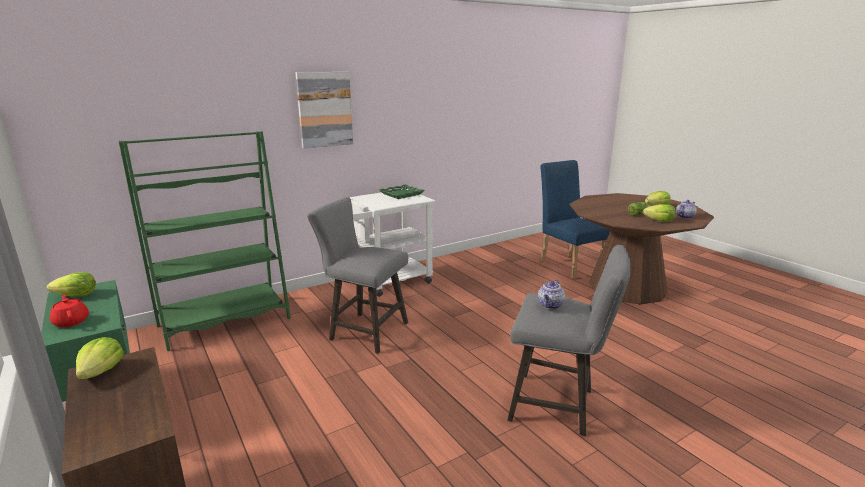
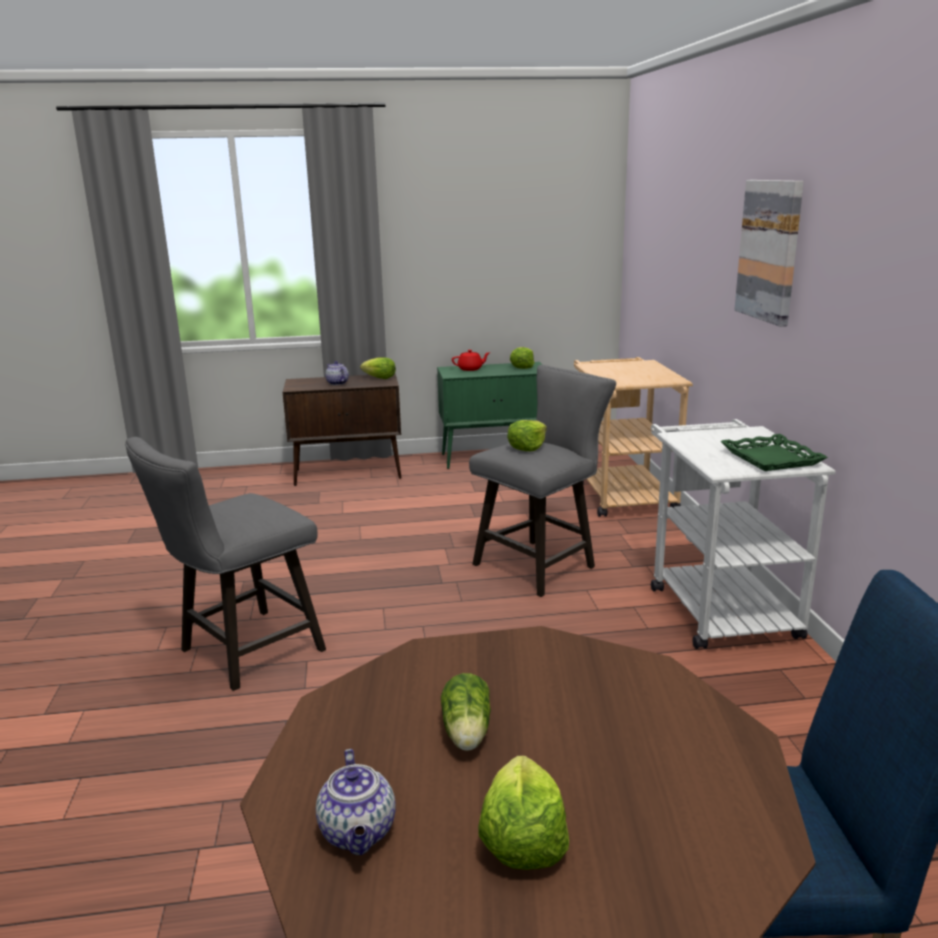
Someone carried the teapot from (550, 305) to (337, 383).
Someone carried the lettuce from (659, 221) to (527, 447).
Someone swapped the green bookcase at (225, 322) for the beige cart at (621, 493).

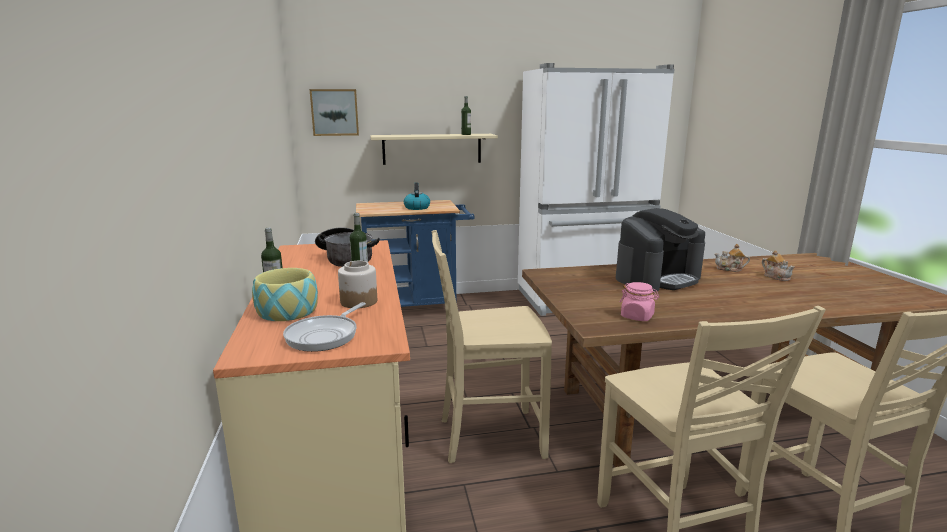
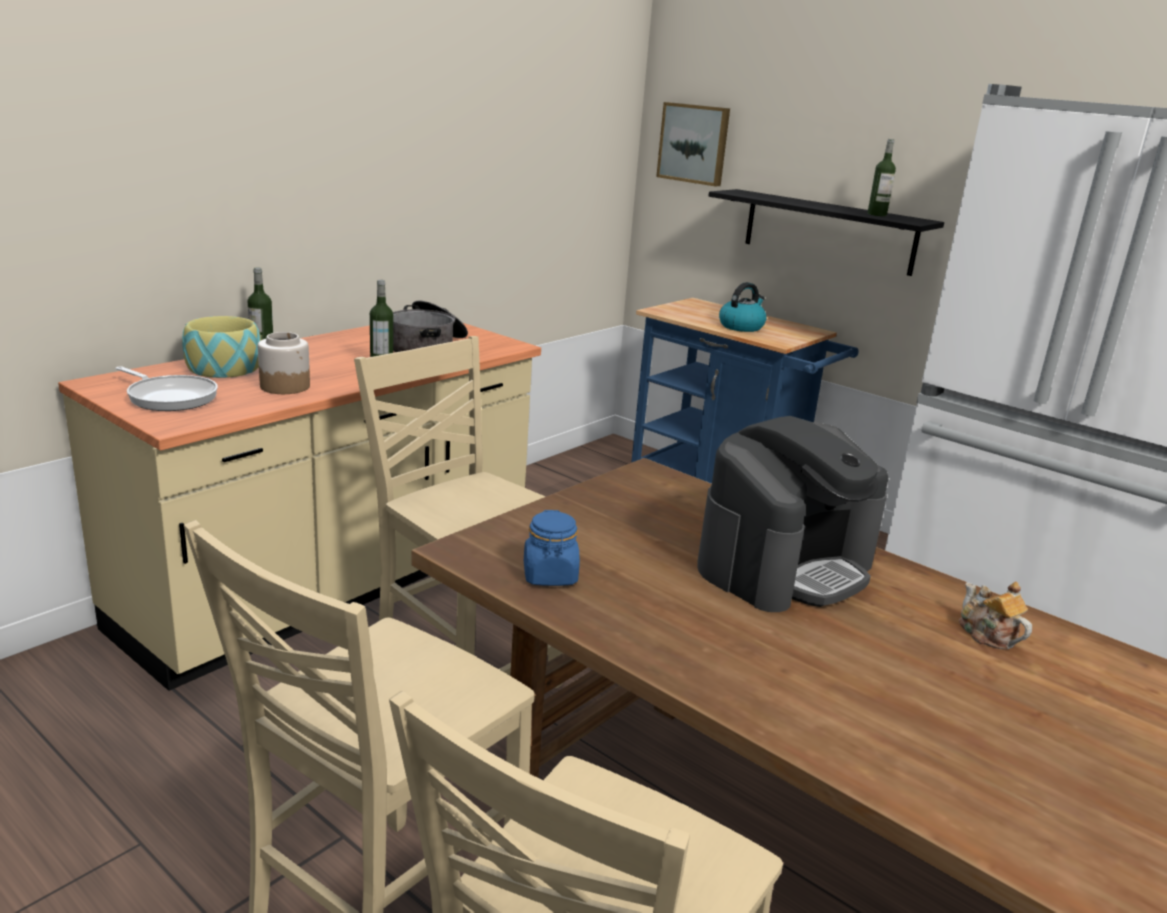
Someone rotated the frying pan at (325, 336) by 135 degrees counterclockwise.
Someone repainted the pink jar at (637, 316), which became the blue jar at (550, 576).
Someone rotated the coffee machine at (657, 278) by 60 degrees counterclockwise.
Someone repainted the beige shelf at (432, 149), which became the black shelf at (828, 231).
Someone took away the teapot at (776, 277).

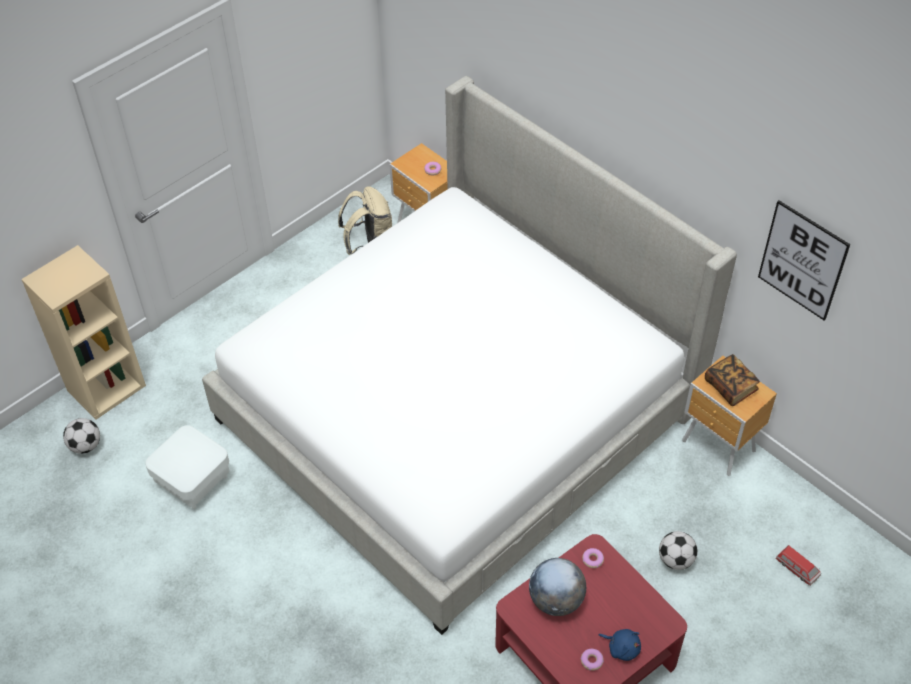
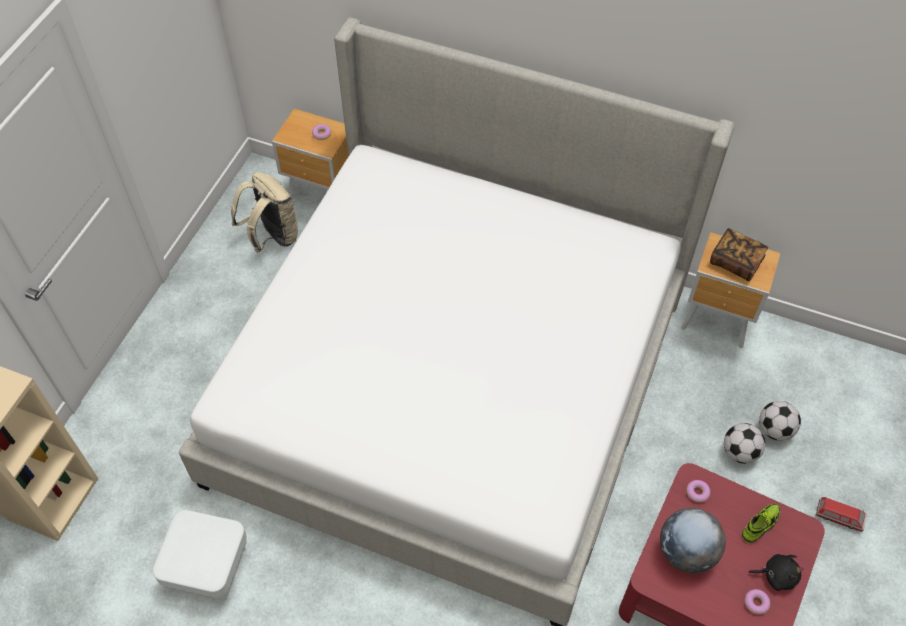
Someone put down the shoe at (759, 525).
Someone repainted the blue plush toy at (622, 648), which became the black plush toy at (776, 575).
Someone carried the football from (85, 445) to (774, 429).
Someone carried the toy car from (797, 569) to (839, 517).
Someone took away the picture at (802, 260).

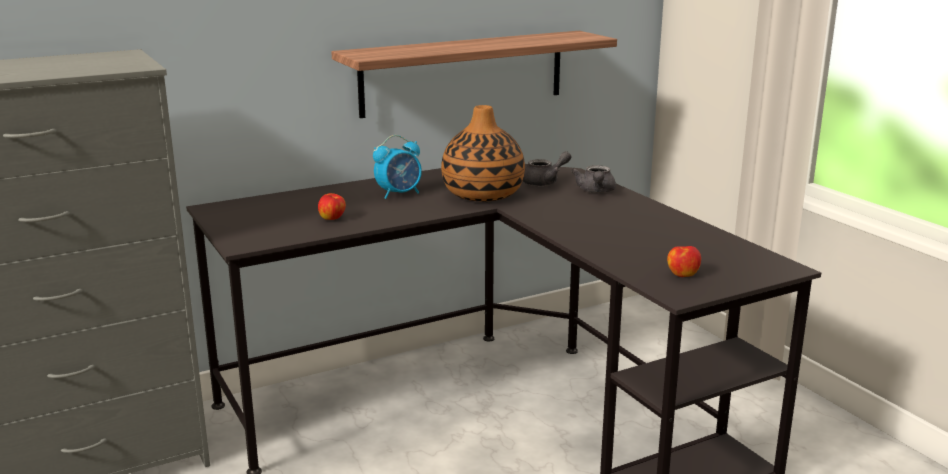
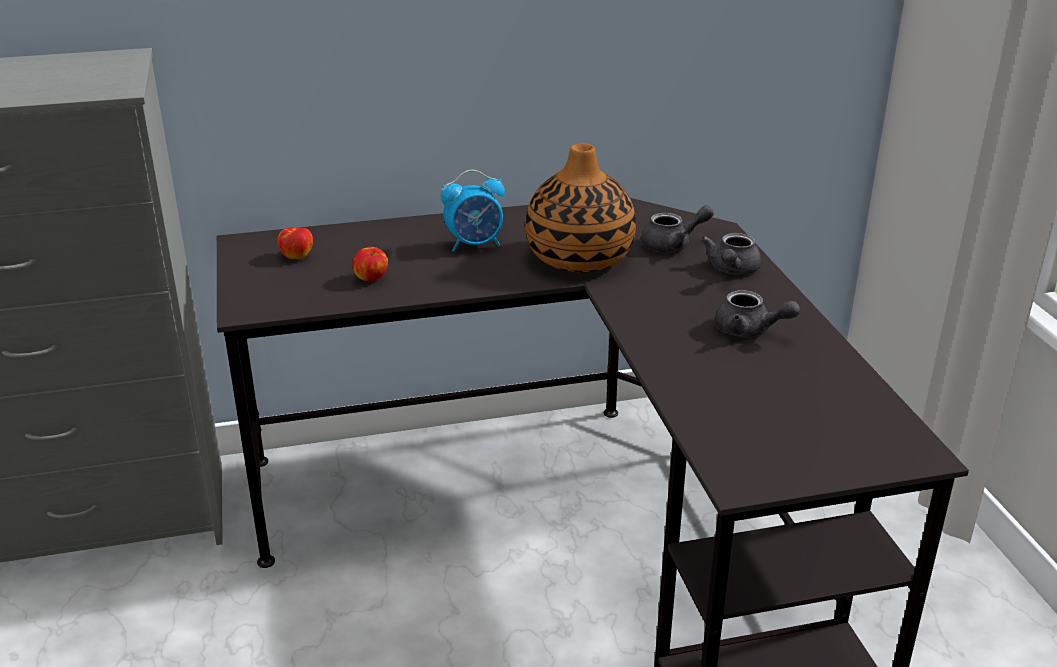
Someone carried the apple from (682, 274) to (297, 256).
Someone put down the grey teapot at (749, 331).
Someone took away the shelf at (463, 73).

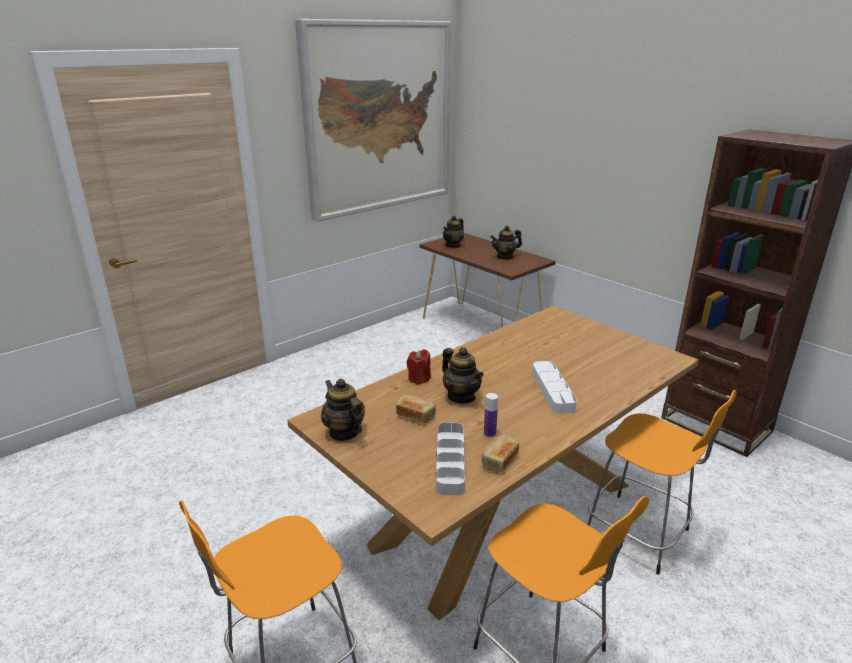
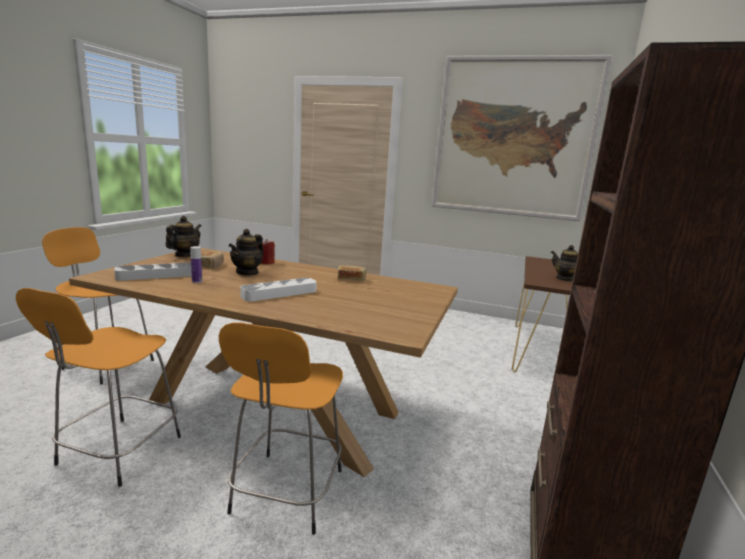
Someone carried the bread from (498, 461) to (351, 279).
Someone took away the teapot at (453, 245).

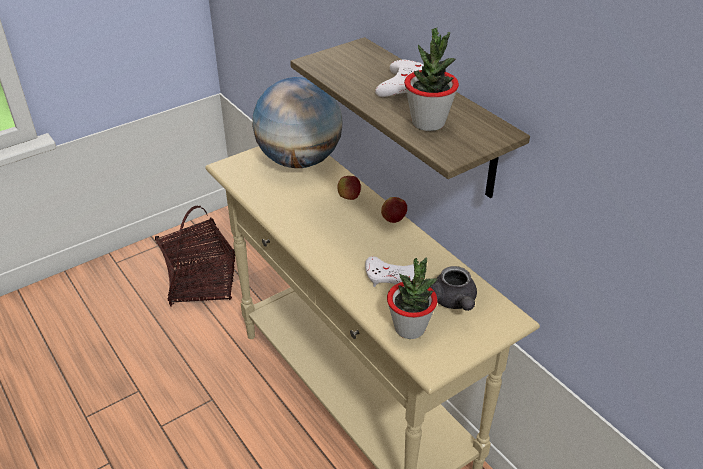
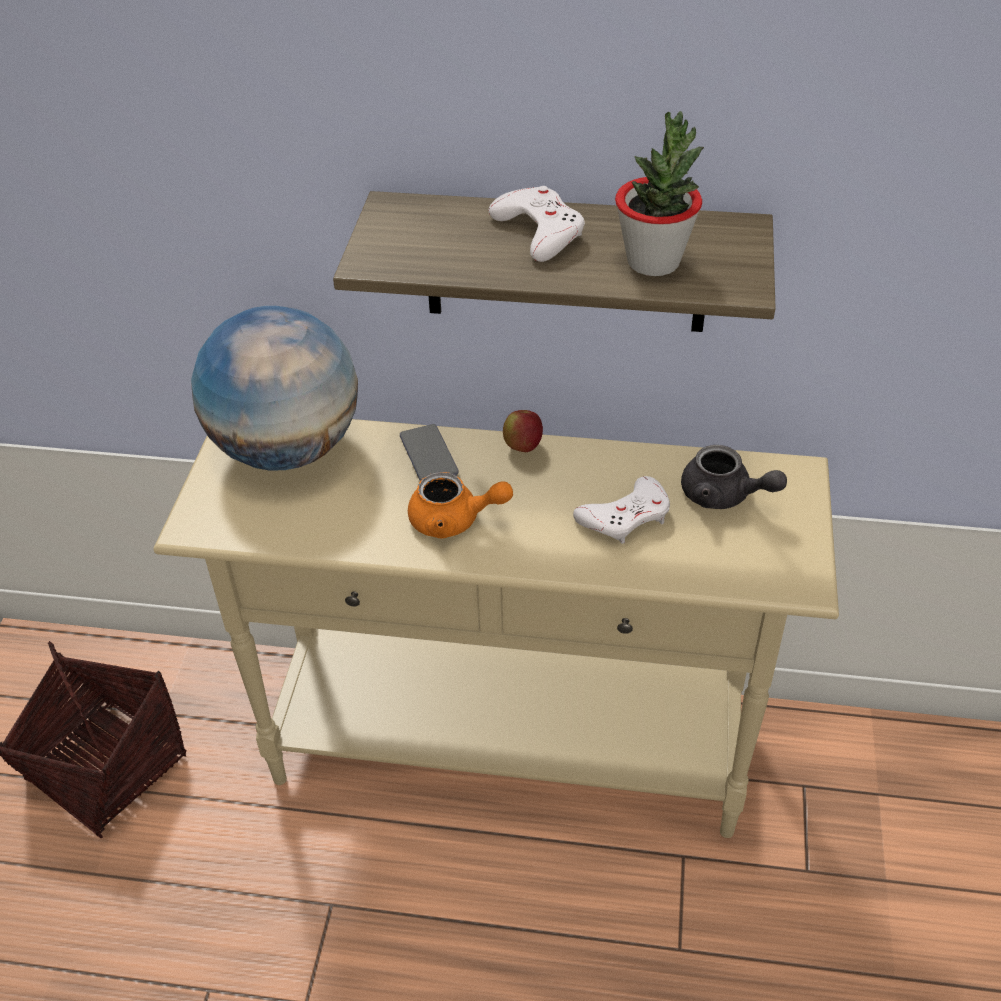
Someone swapped the apple at (349, 197) for the phone at (428, 455).
Someone put down the orange teapot at (454, 520).
Someone took away the potted plant at (410, 328).

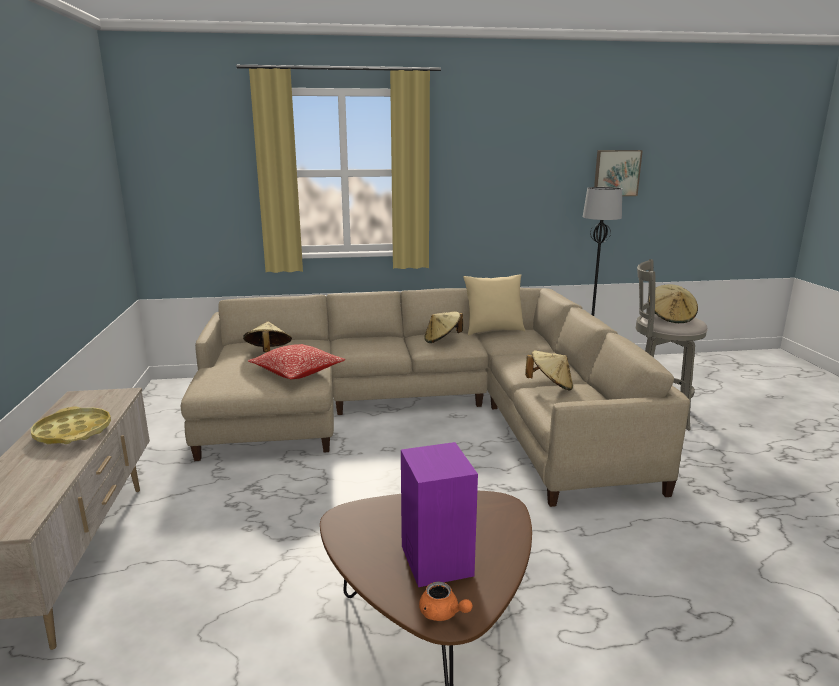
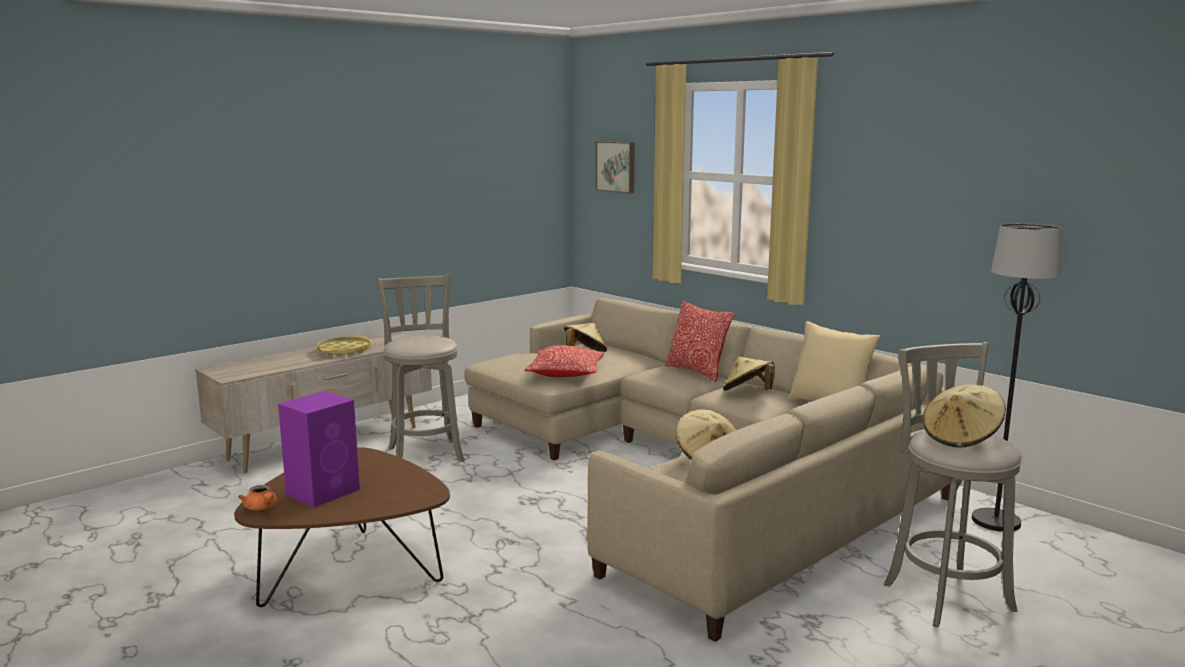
Someone rotated the orange teapot at (442, 613) by 45 degrees counterclockwise.
Someone put down the grey stool at (425, 453).
Someone carried the picture from (616, 173) to (616, 166).
Someone put down the pillow at (696, 371).

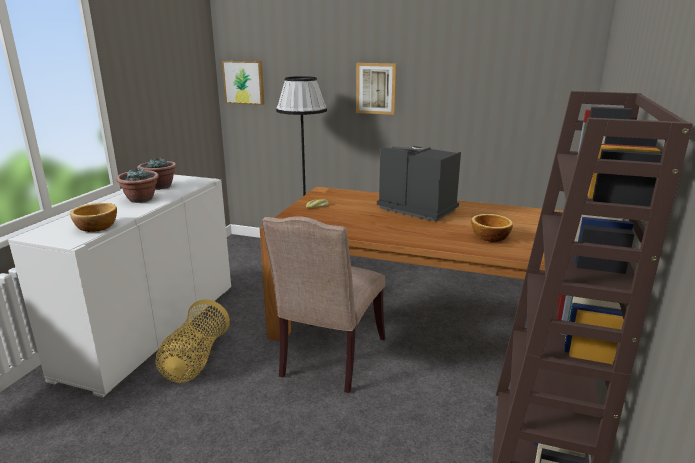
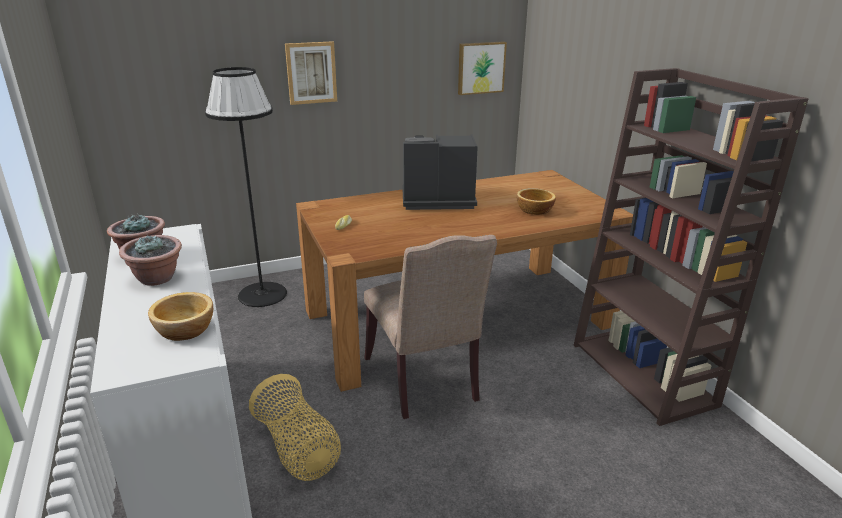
Someone carried the picture from (244, 82) to (480, 67).

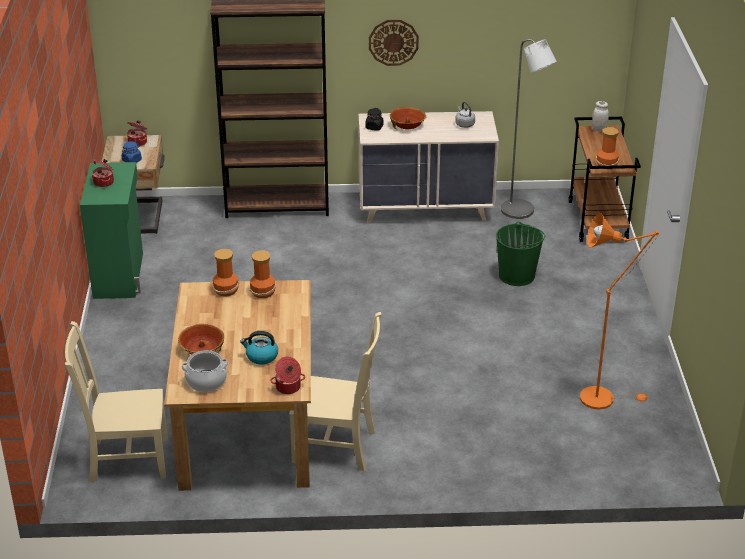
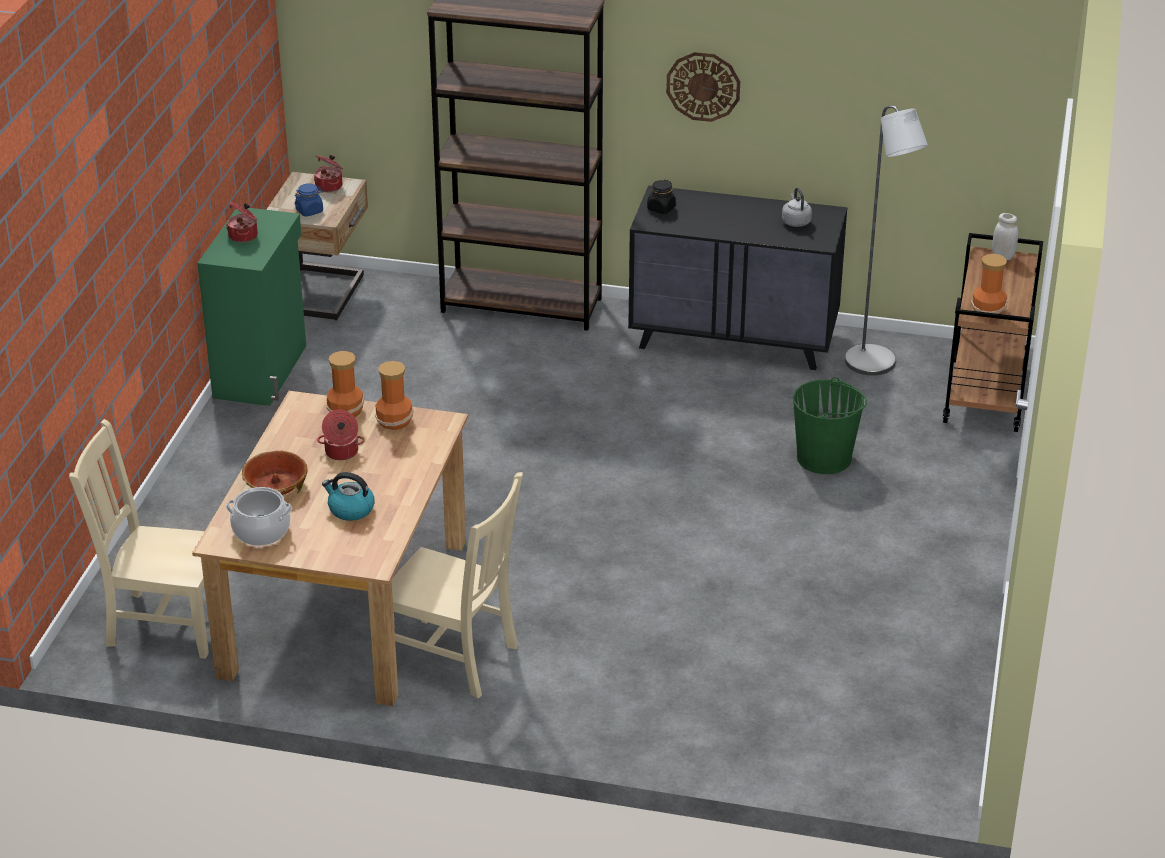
Someone carried the cooking pot from (288, 387) to (341, 452).
Someone repainted the beige dresser at (426, 208), which became the black dresser at (734, 339).
Someone took away the bowl at (407, 125).
Someone took away the orange floor lamp at (603, 397).

